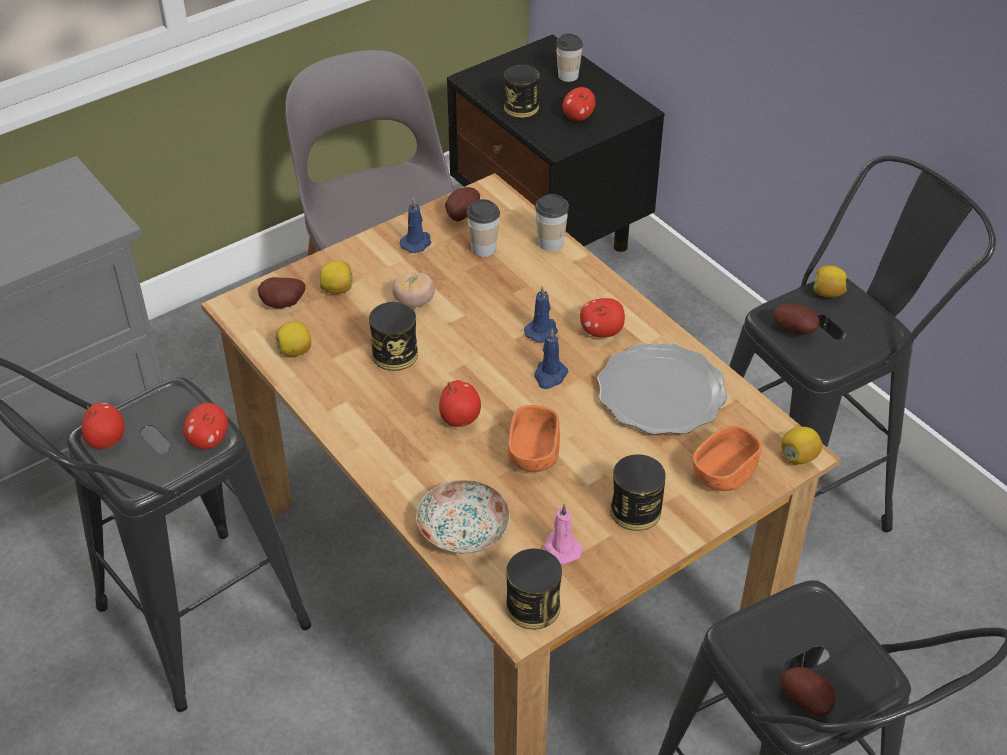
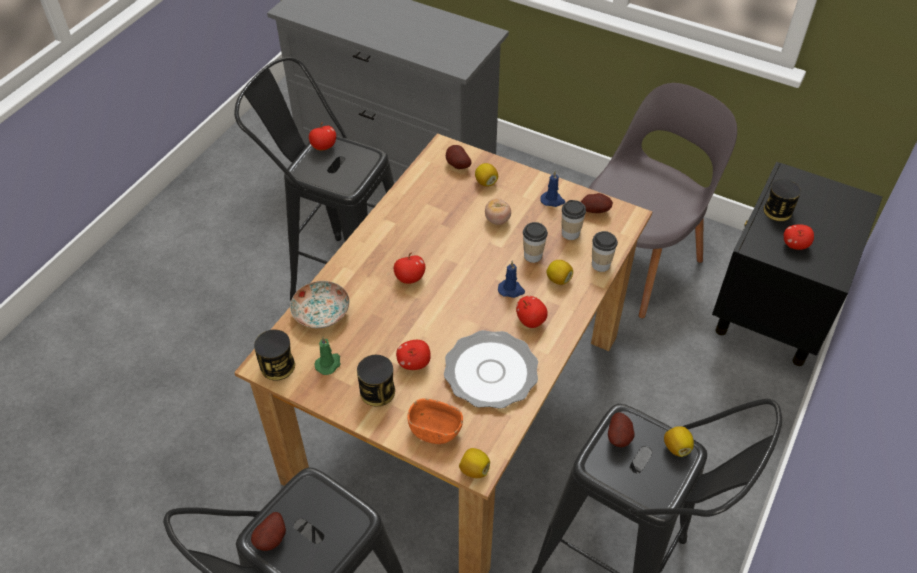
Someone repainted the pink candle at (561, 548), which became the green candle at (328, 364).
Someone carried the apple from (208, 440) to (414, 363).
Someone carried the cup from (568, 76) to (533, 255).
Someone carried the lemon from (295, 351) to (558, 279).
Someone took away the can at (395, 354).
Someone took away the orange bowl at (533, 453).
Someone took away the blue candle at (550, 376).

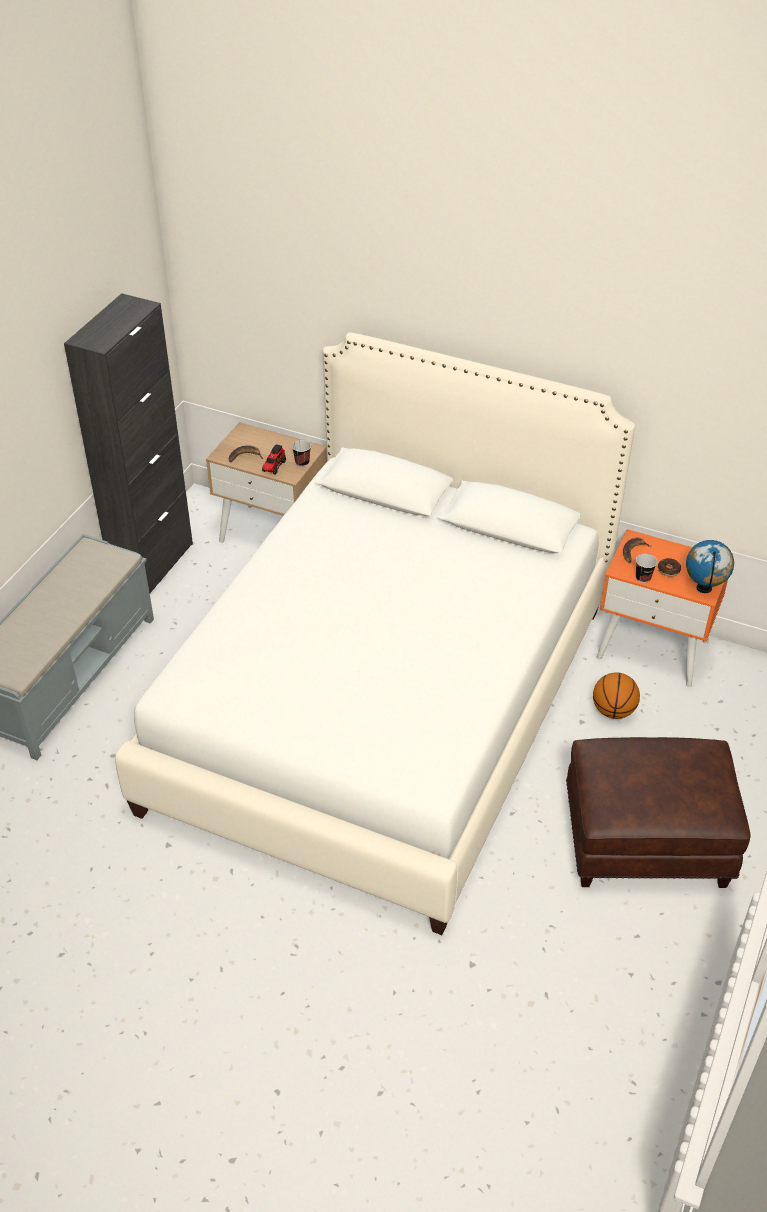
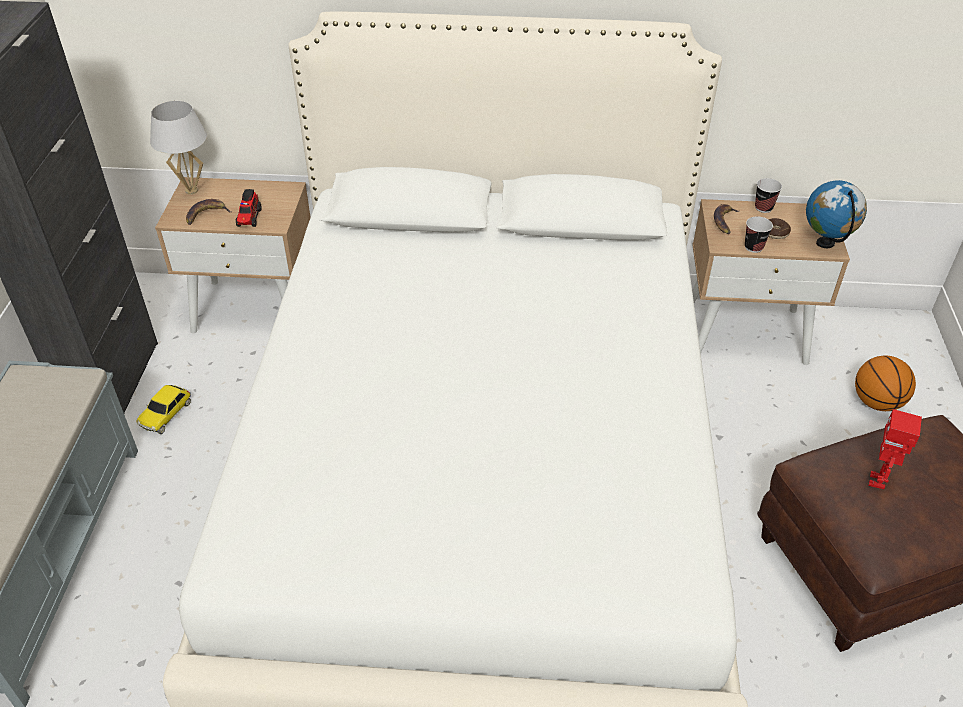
Someone put down the toy car at (166, 414).
Someone put down the white table lamp at (191, 190).
Someone repainted the orange nightstand at (653, 649), which became the beige nightstand at (746, 333).
Someone carried the cup from (302, 462) to (763, 208).
Someone carried the basketball from (613, 711) to (876, 402).
Someone put down the toy robot at (878, 481).

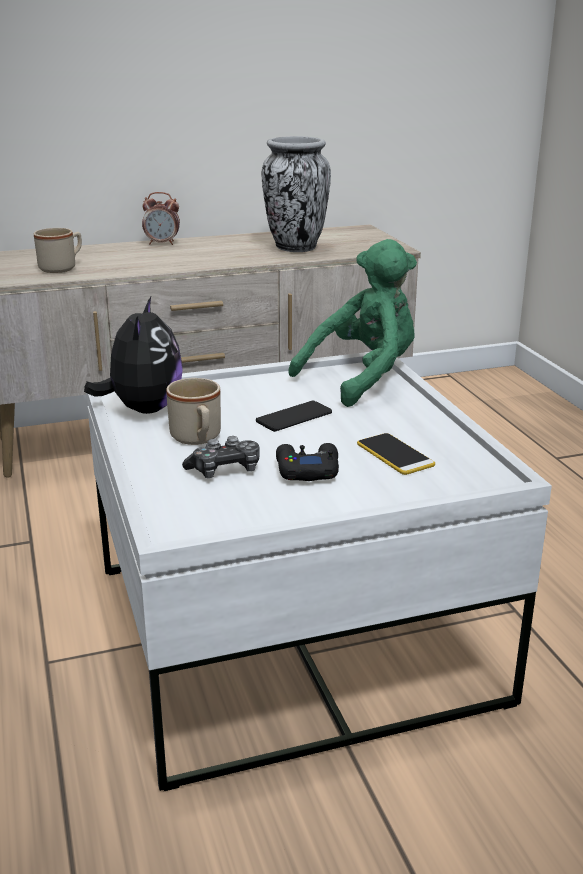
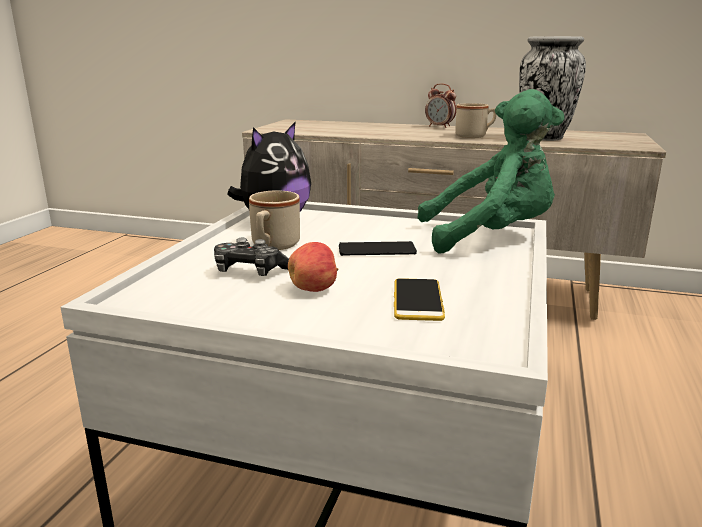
Someone swapped the black game controller at (306, 470) for the apple at (314, 289).
Someone carried the beige mug from (62, 268) to (475, 136).

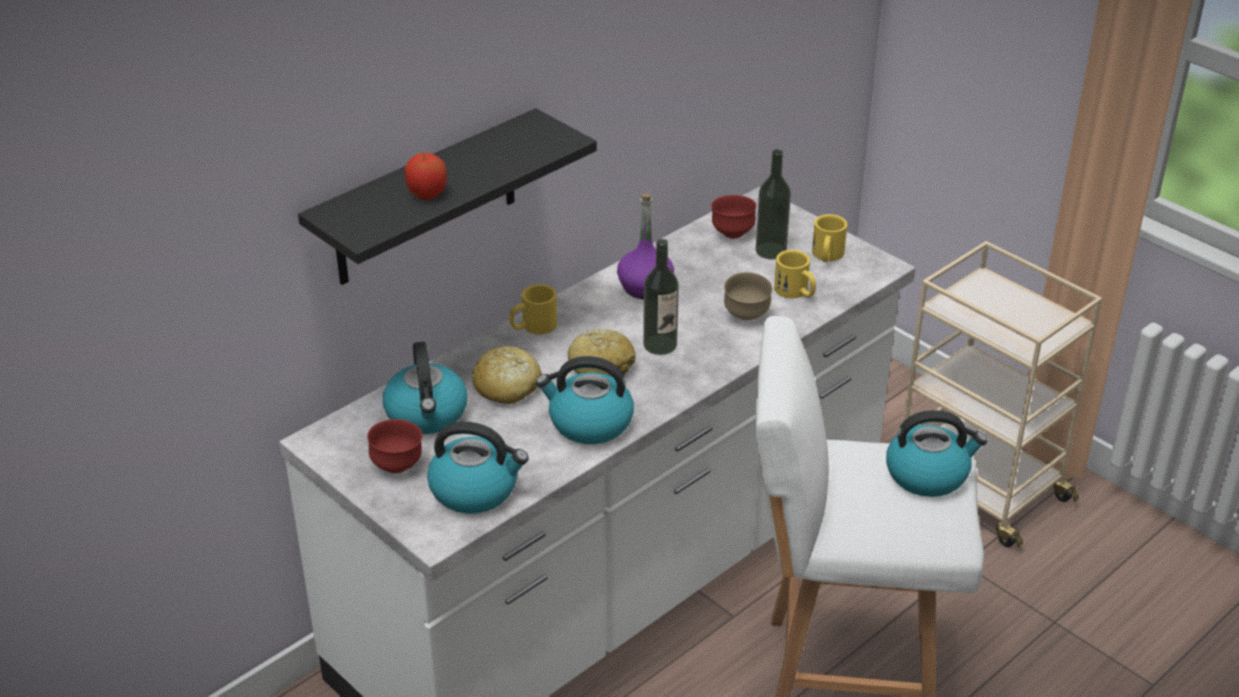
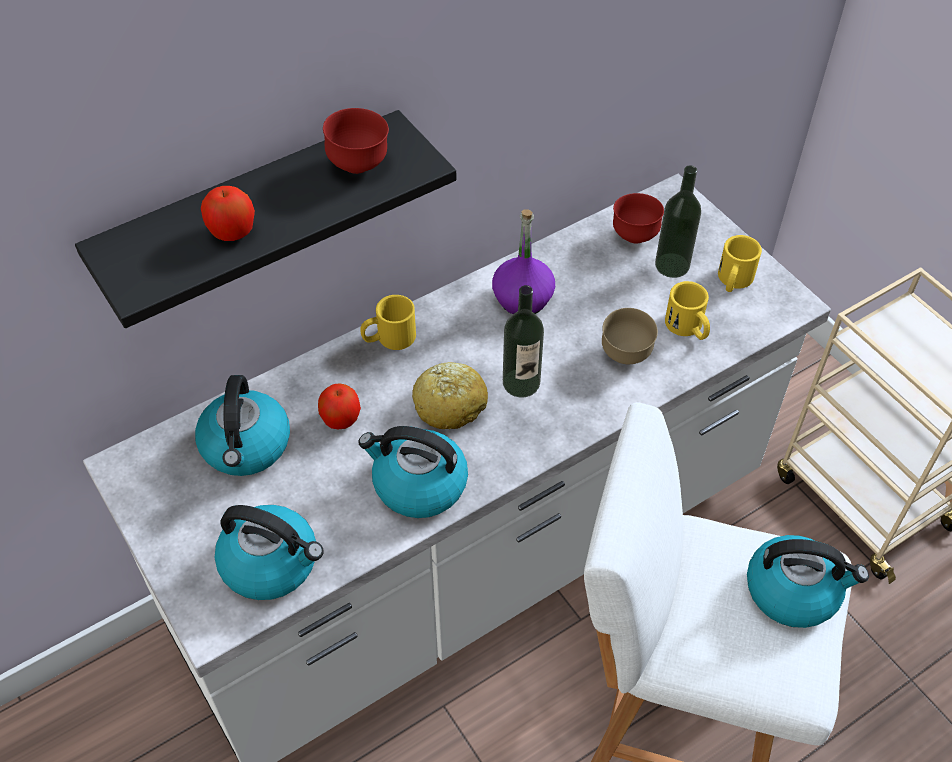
Someone swapped the bread at (507, 387) for the apple at (341, 419).
Someone carried the red bowl from (398, 466) to (359, 165).

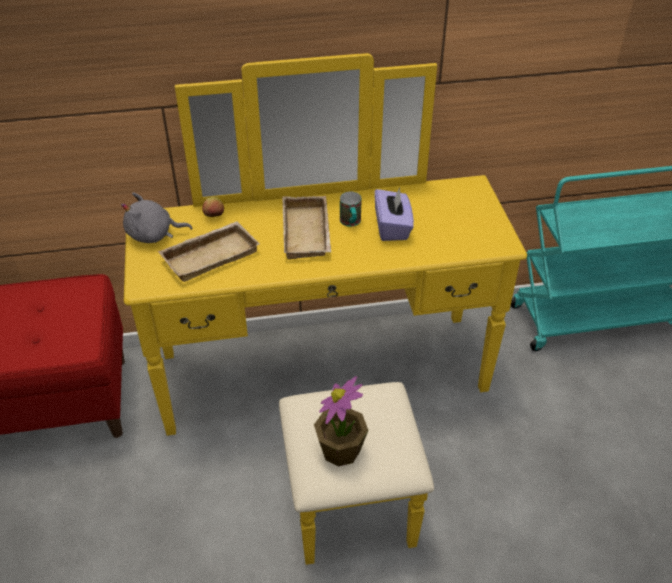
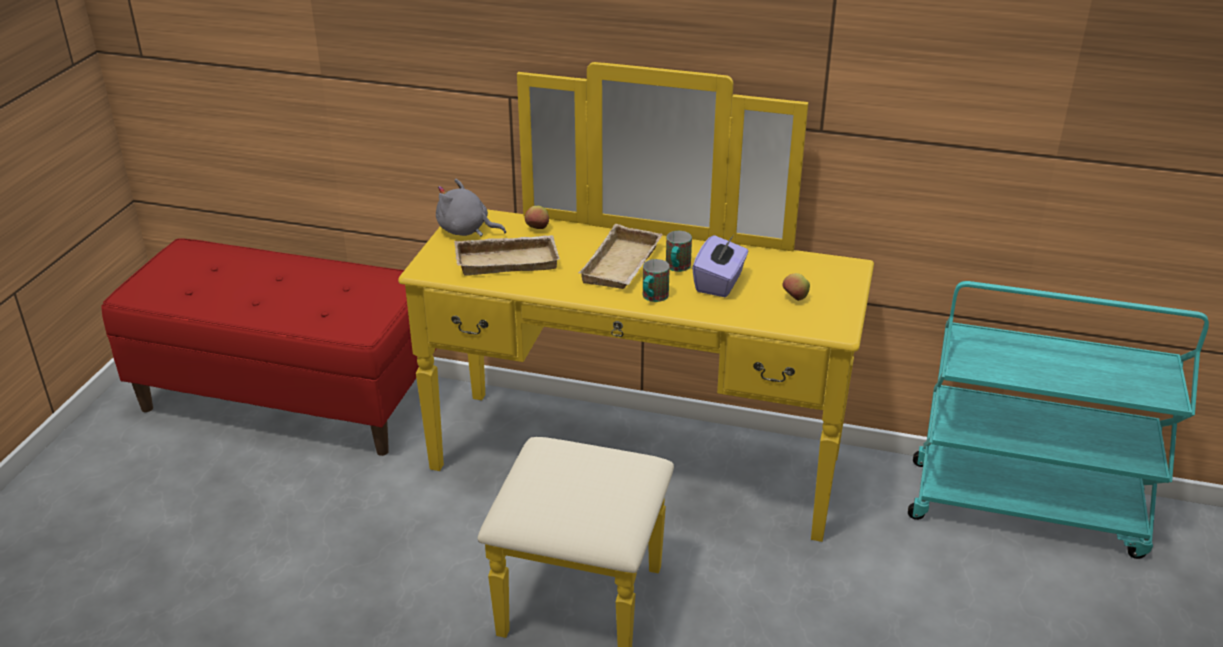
Someone put down the mug at (652, 298).
Someone put down the apple at (795, 298).
Someone took away the potted plant at (341, 450).

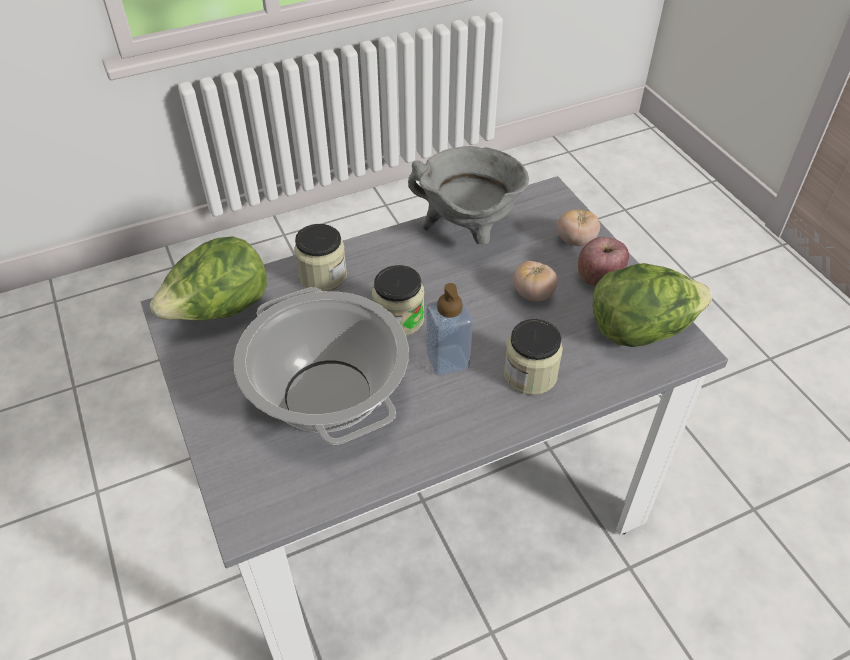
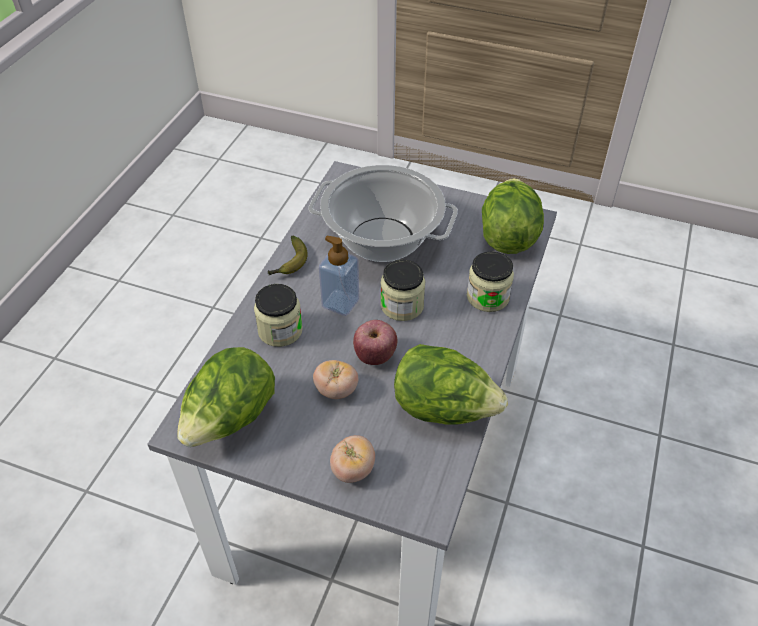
Someone put down the banana at (289, 263).
Someone carried the apple from (599, 278) to (375, 356).
Someone swapped the grey cooking pot at (468, 232) for the lettuce at (444, 409).

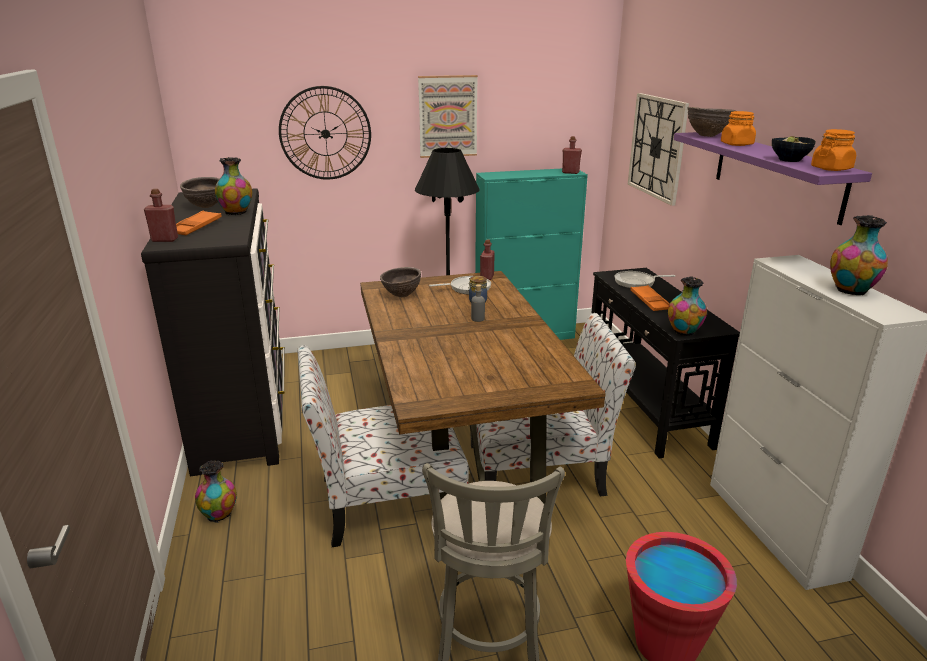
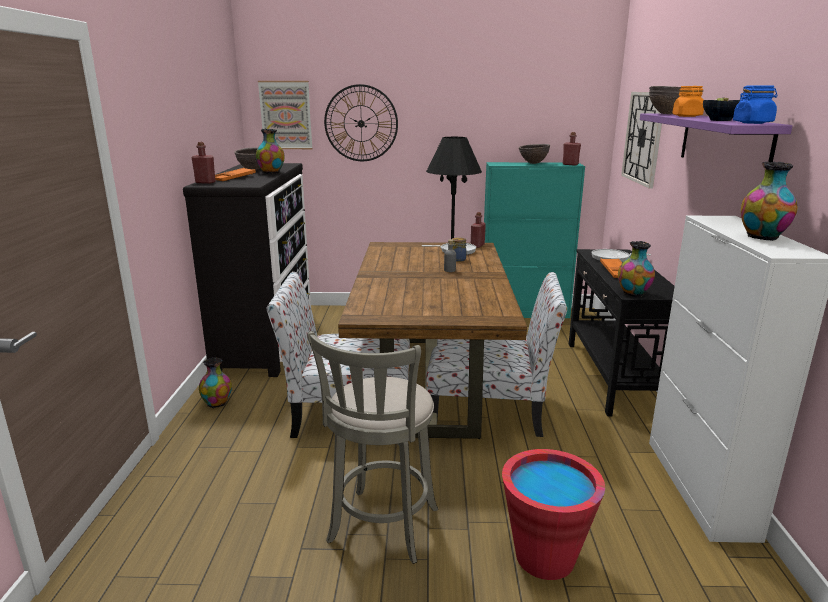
Someone carried the picture from (448, 116) to (286, 115).
Someone carried the brown bowl from (401, 296) to (533, 163).
Someone repainted the orange jar at (831, 168), which became the blue jar at (753, 123).

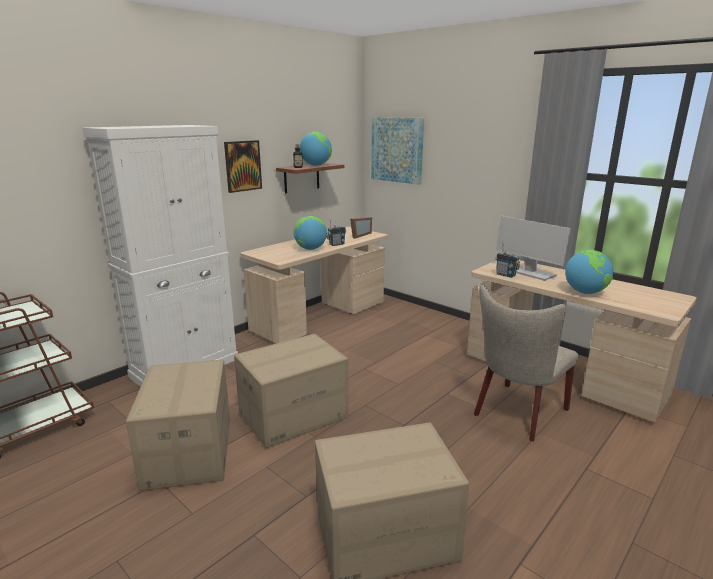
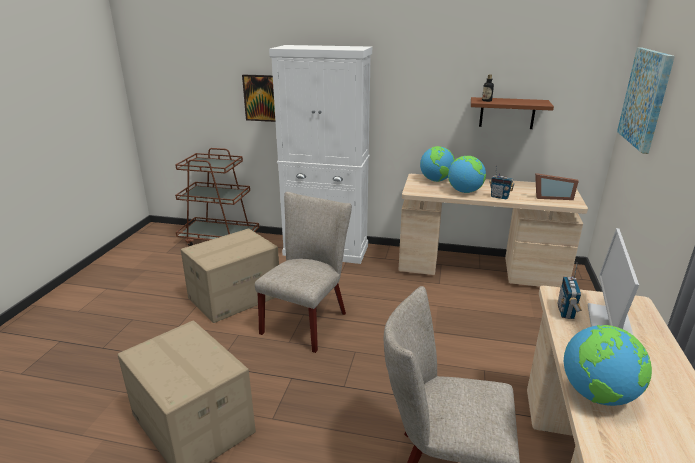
Someone carried the picture from (242, 166) to (262, 98).
Someone swapped the cardboard box at (293, 415) for the beige chair at (308, 320).
Someone carried the globe from (316, 165) to (436, 180).

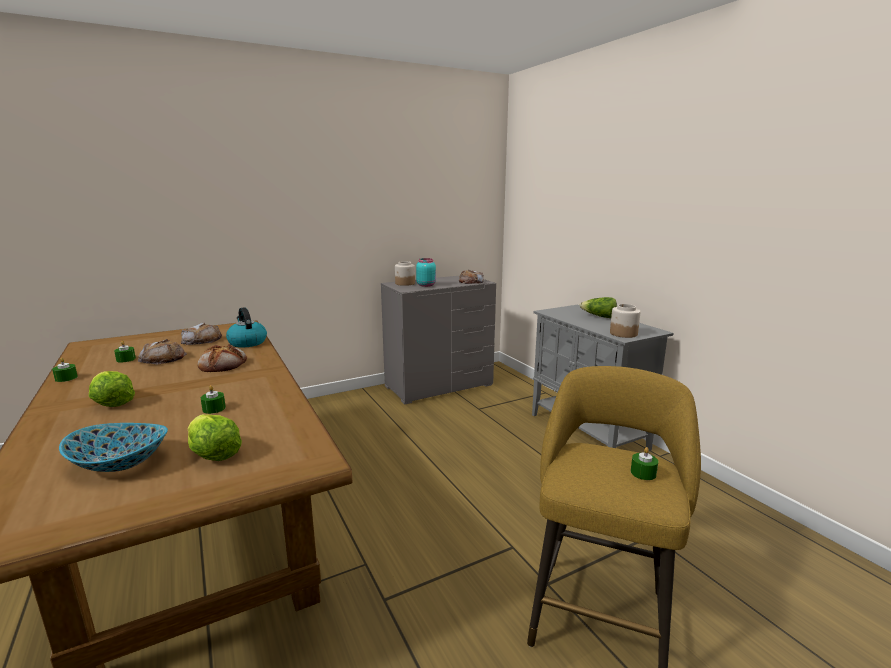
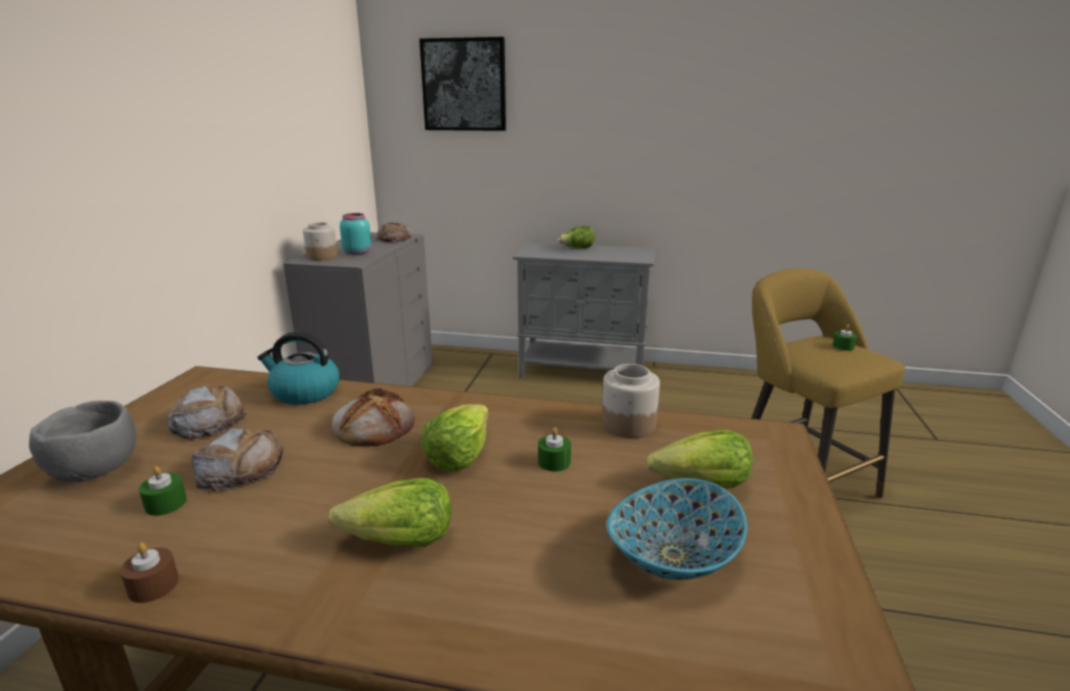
Someone put down the grey bowl at (98, 470).
Someone repainted the green candle at (66, 378), which became the brown candle at (153, 585).
Someone put up the picture at (464, 85).
Someone put down the lettuce at (458, 455).
Someone carried the jar from (623, 333) to (627, 424).

